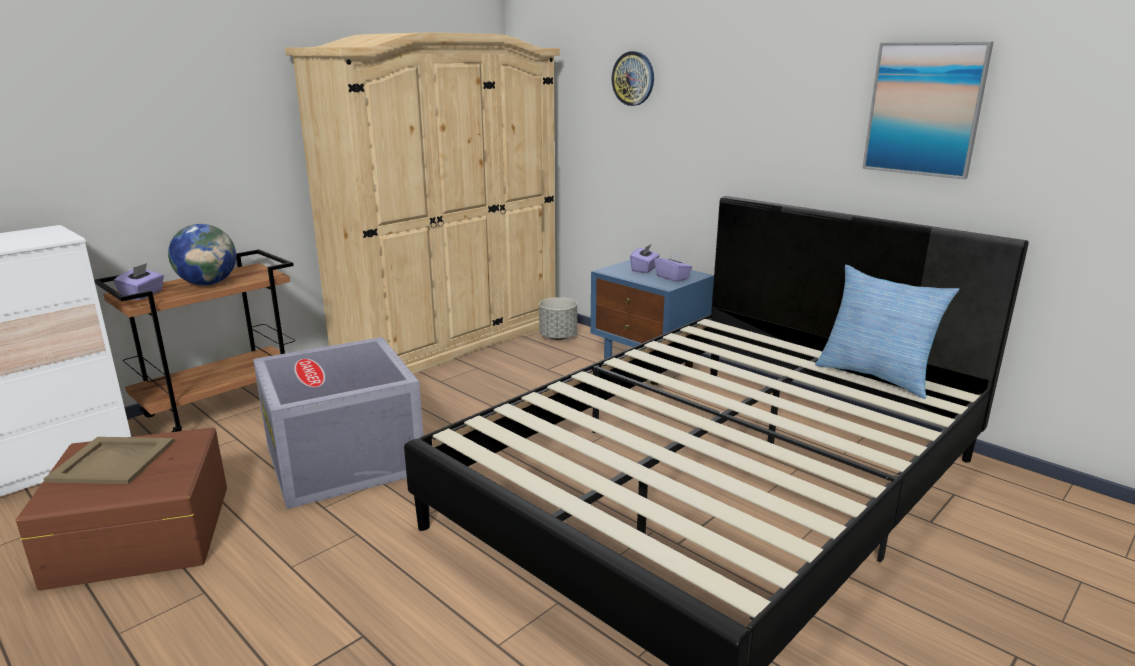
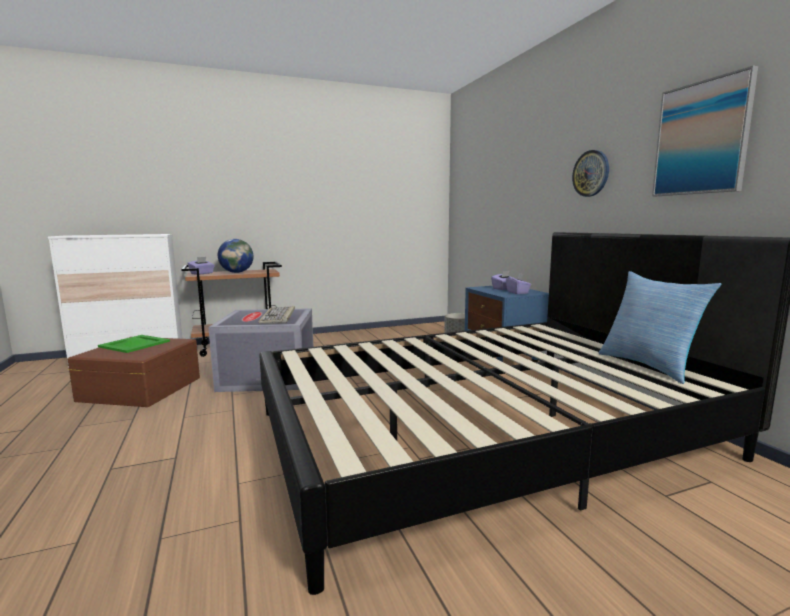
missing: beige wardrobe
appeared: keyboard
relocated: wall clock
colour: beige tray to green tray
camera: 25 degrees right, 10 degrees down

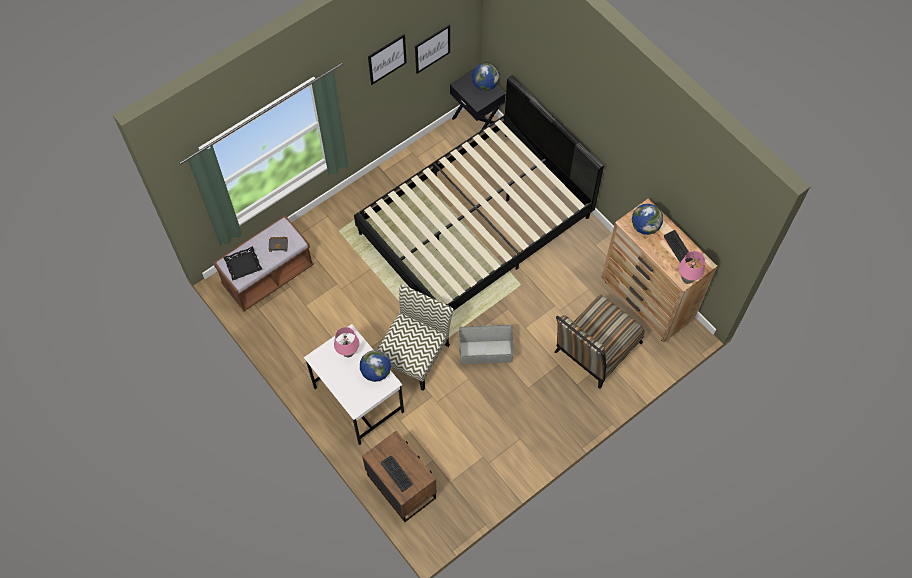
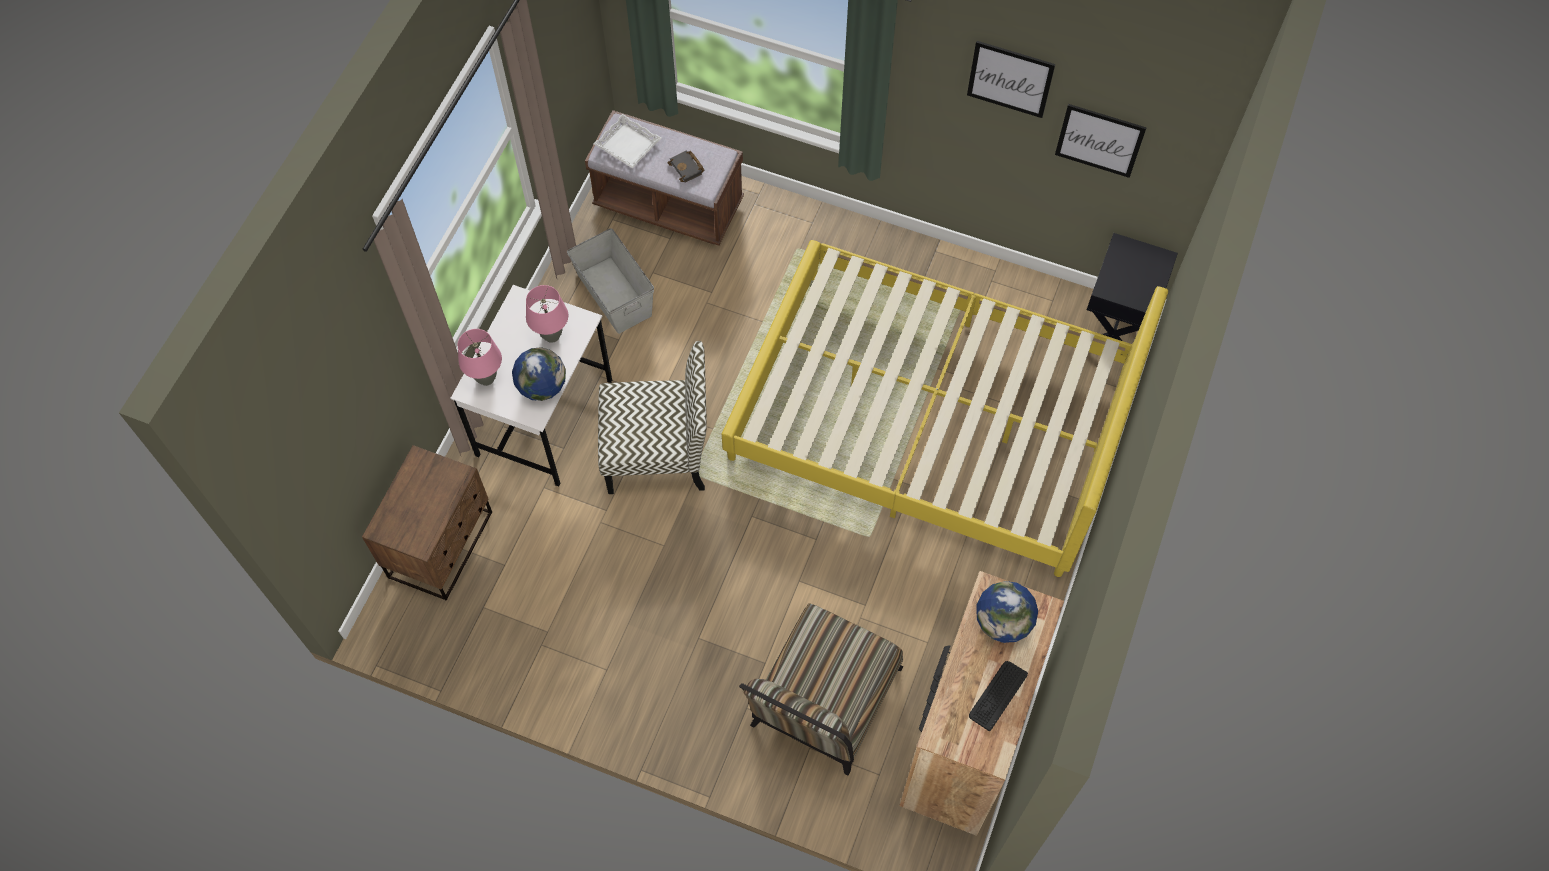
missing: keyboard (no. 1 from left); globe (no. 2 from left)
relocated: pink table lamp (no. 2 from left in the first image) to pink table lamp (no. 1 from left); grey storage box
colour: black tray to white tray; black bed to yellow bed
spun: chair (no. 2 from left) 75 degrees counterclockwise
camera: 60 degrees right, 0 degrees up

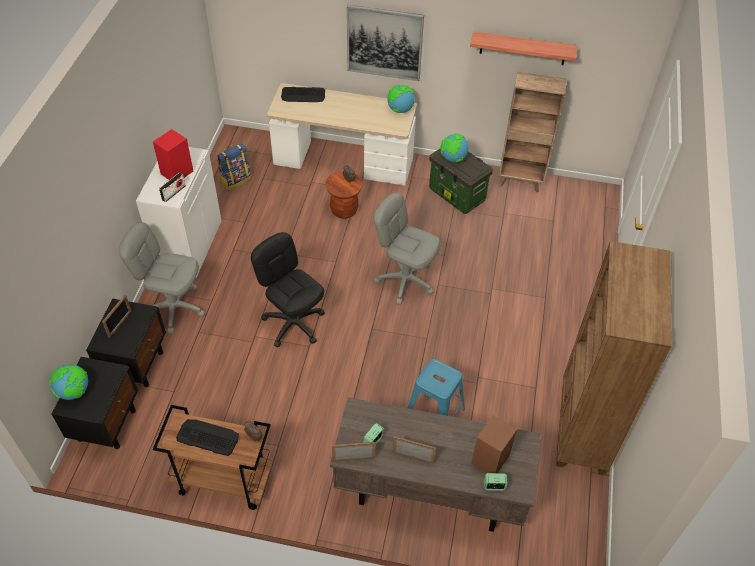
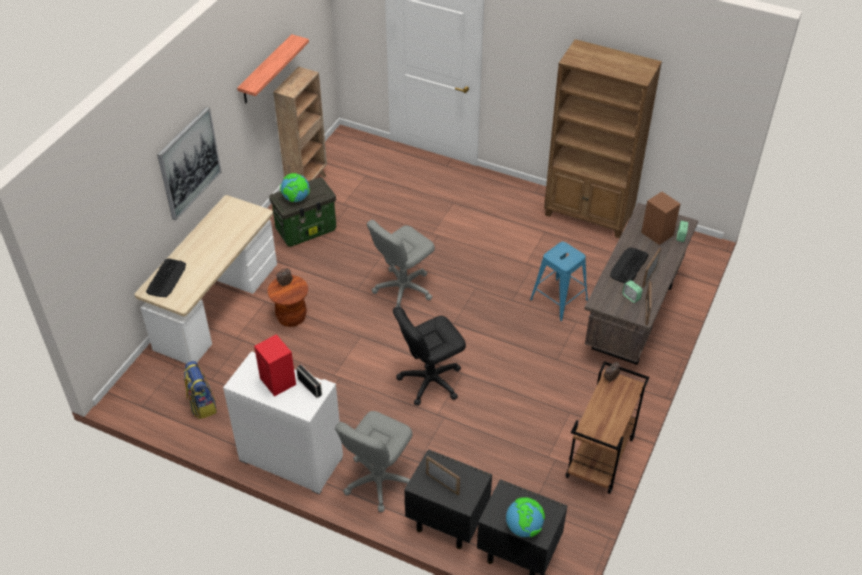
missing: globe (no. 2 from left)
relocated: keyboard (no. 1 from left in the first image) to keyboard (no. 2 from left)
camera: 75 degrees left, 5 degrees down

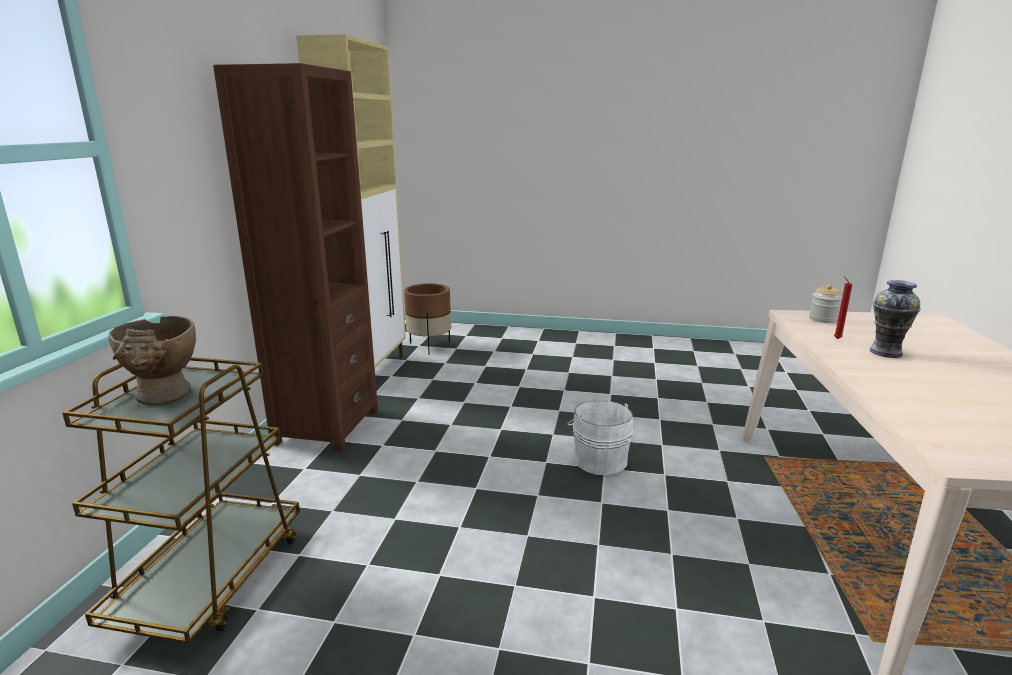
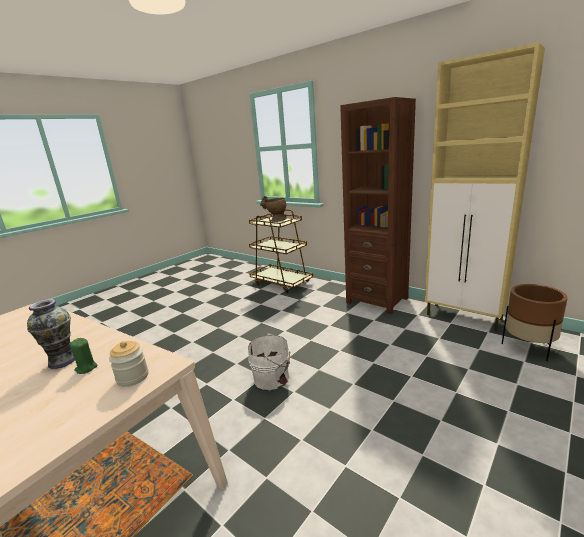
missing: red candle
appeared: green candle
camera: 120 degrees right, 0 degrees up

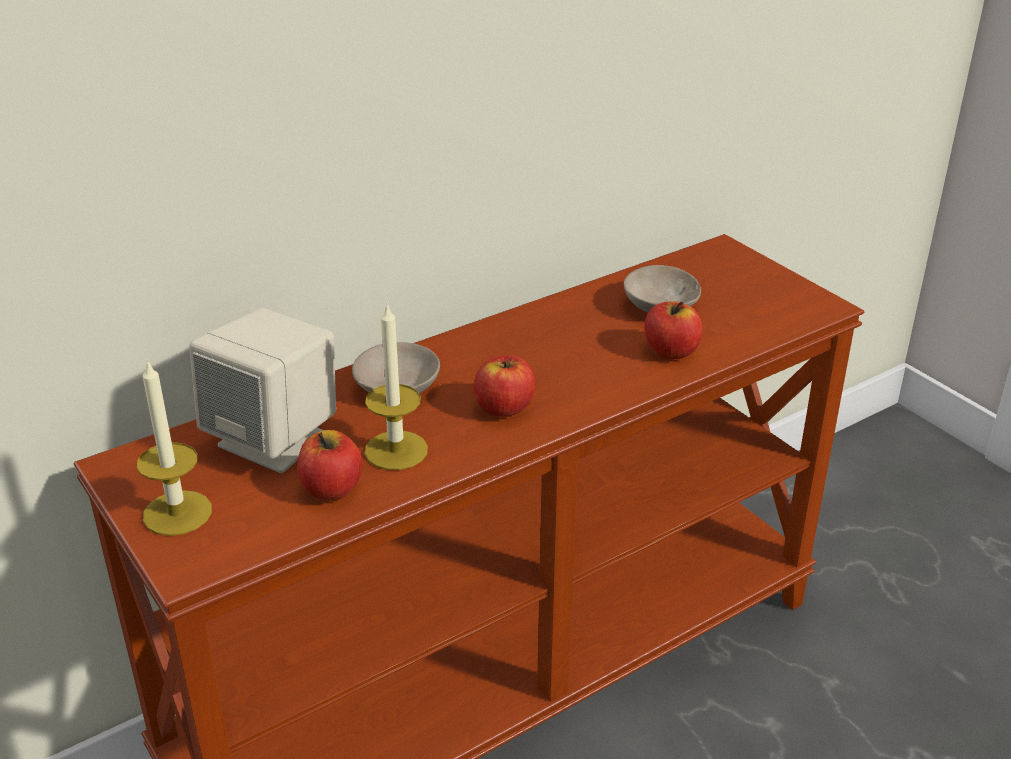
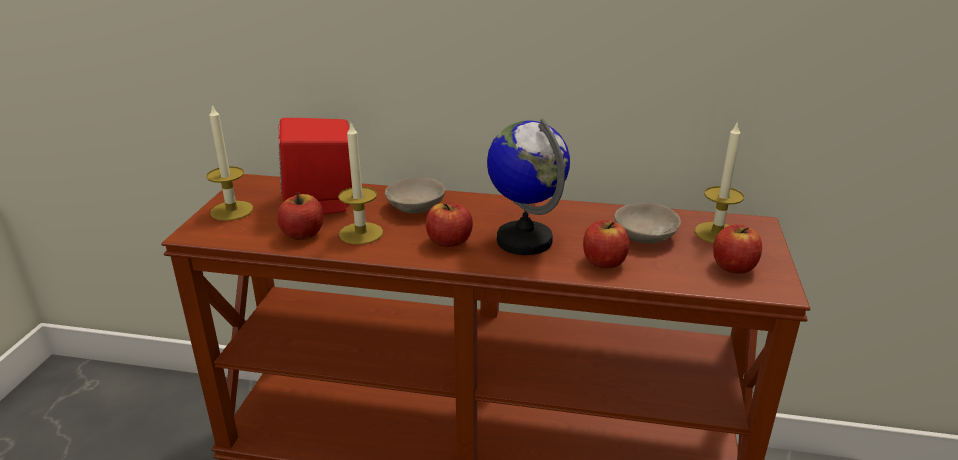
appeared: globe; candle (no. 3 from left); apple (no. 4 from left)
colour: beige speaker to red speaker
camera: 45 degrees right, 5 degrees down

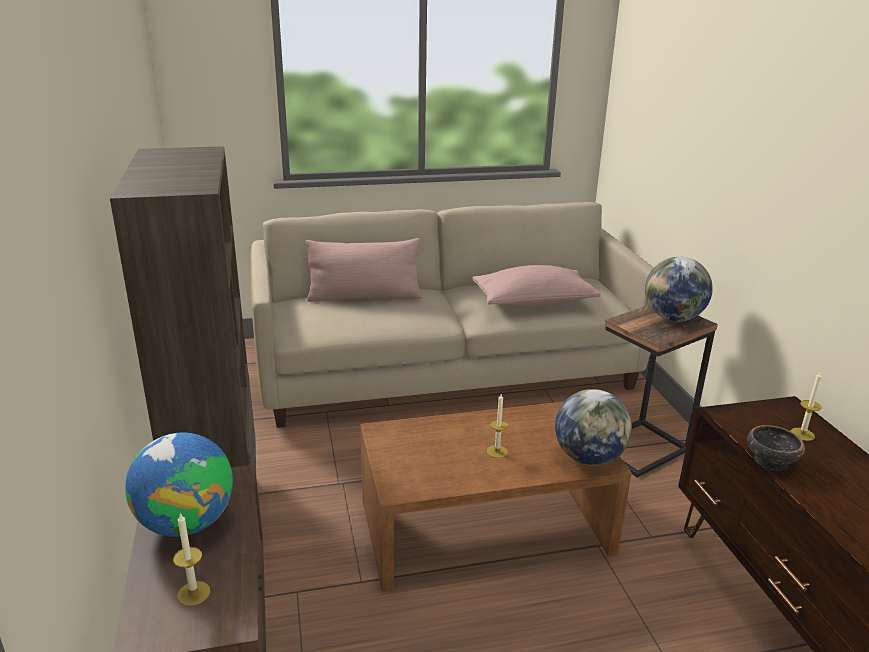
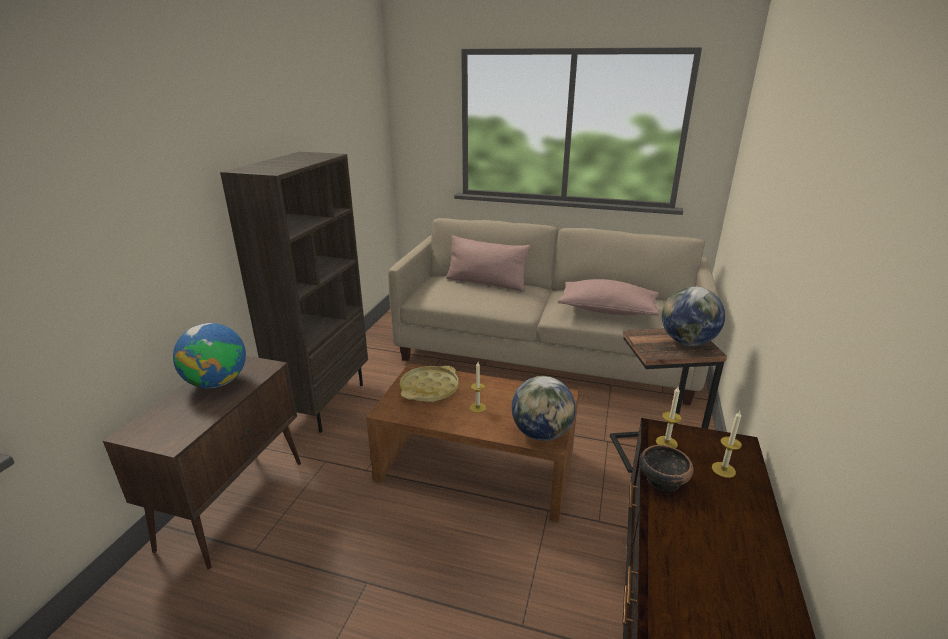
appeared: yellow tray
relocated: candle (no. 1 from left in the first image) to candle (no. 2 from left)
camera: 30 degrees right, 0 degrees up

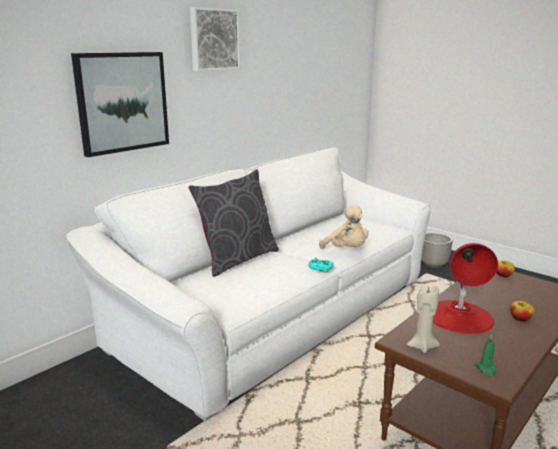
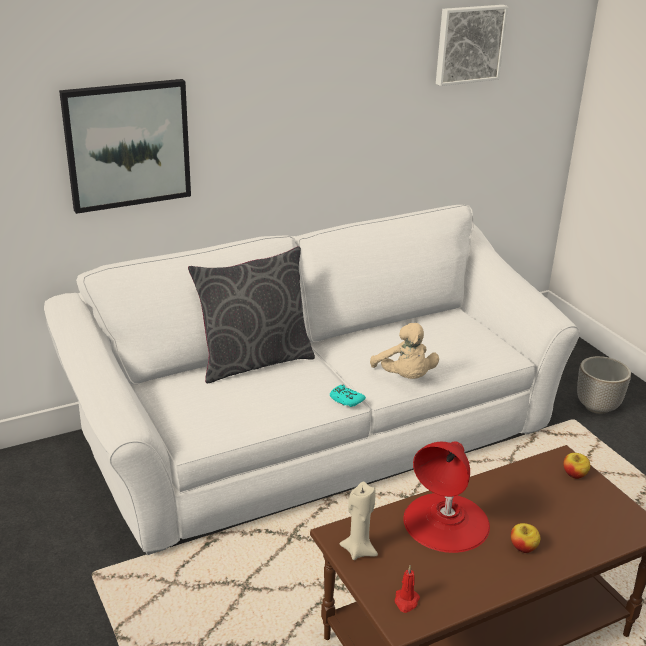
relocated: picture (no. 2 from left)
colour: green candle to red candle
camera: 20 degrees right, 10 degrees up

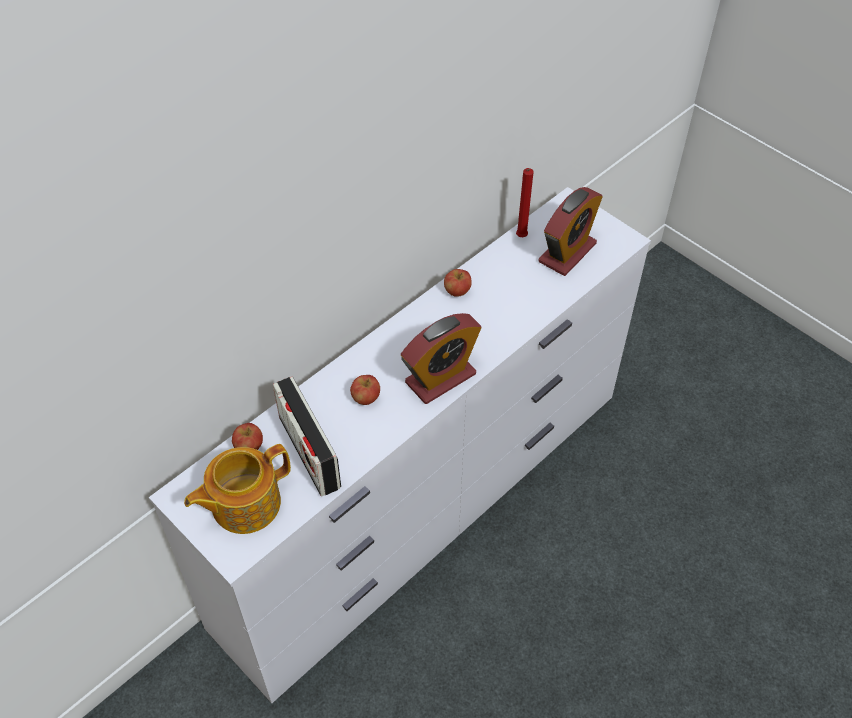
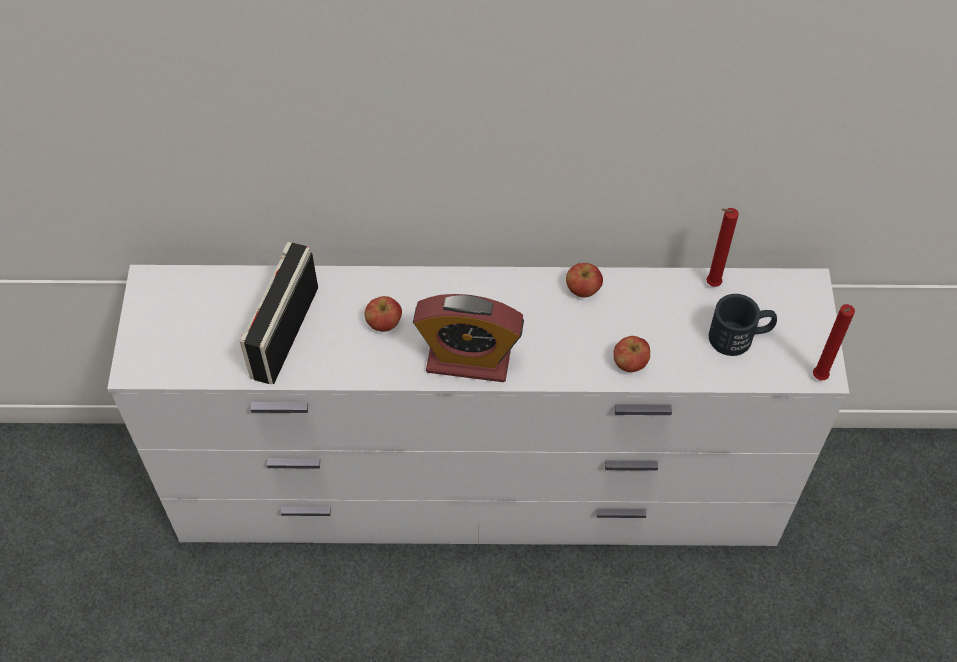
missing: teapot
appeared: red candle (no. 2 from left)
relocated: apple (no. 1 from left in the first image) to apple (no. 3 from left)
exchanged: alarm clock (no. 2 from left) to black mug
camera: 45 degrees right, 5 degrees up

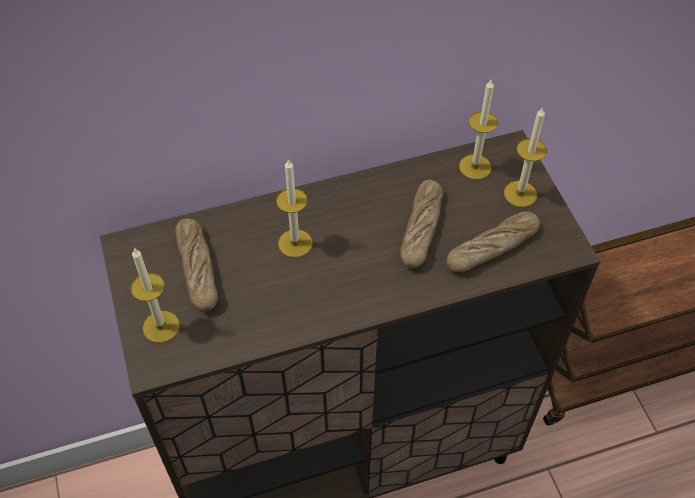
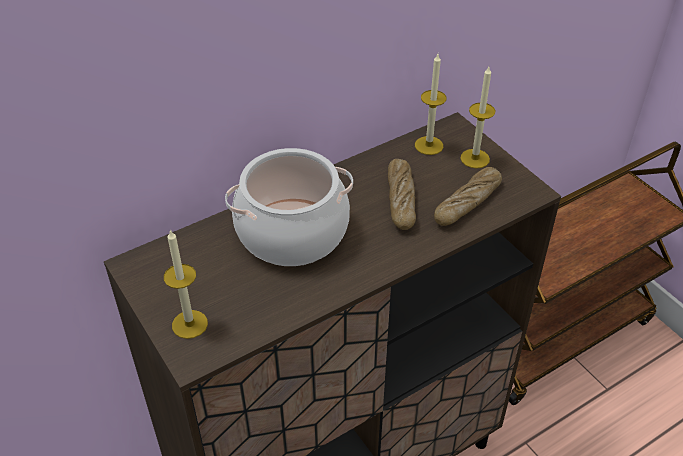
missing: bread (no. 1 from left)
exchanged: candle (no. 2 from left) to cooking pot
camera: 15 degrees left, 10 degrees down

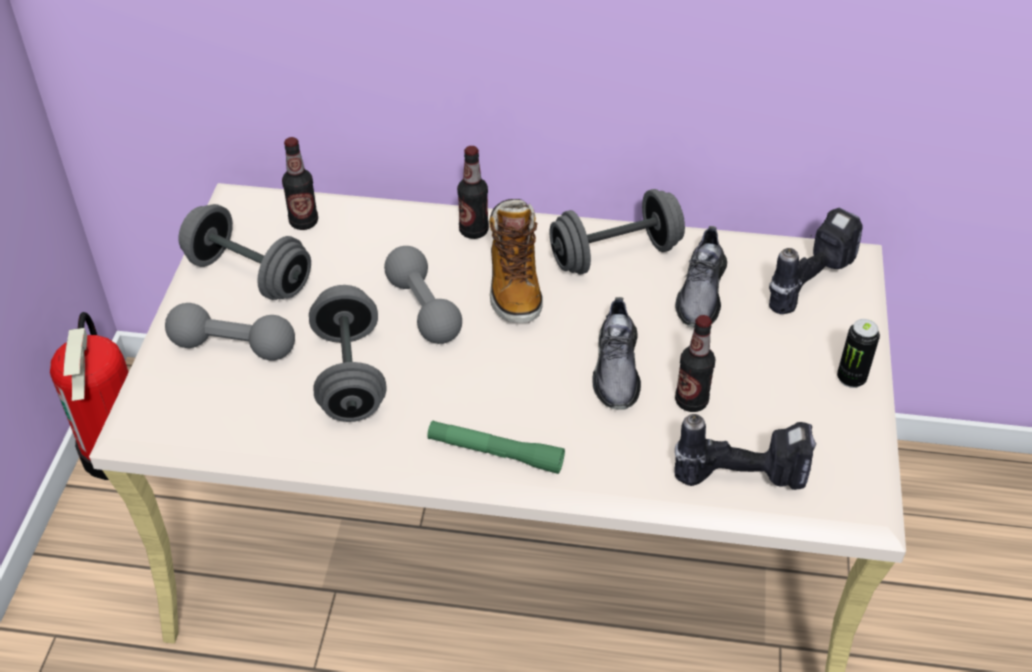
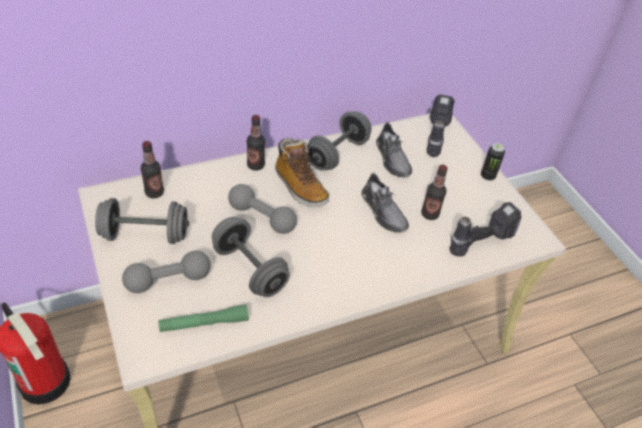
relocated: green flashlight
camera: 35 degrees left, 0 degrees up

